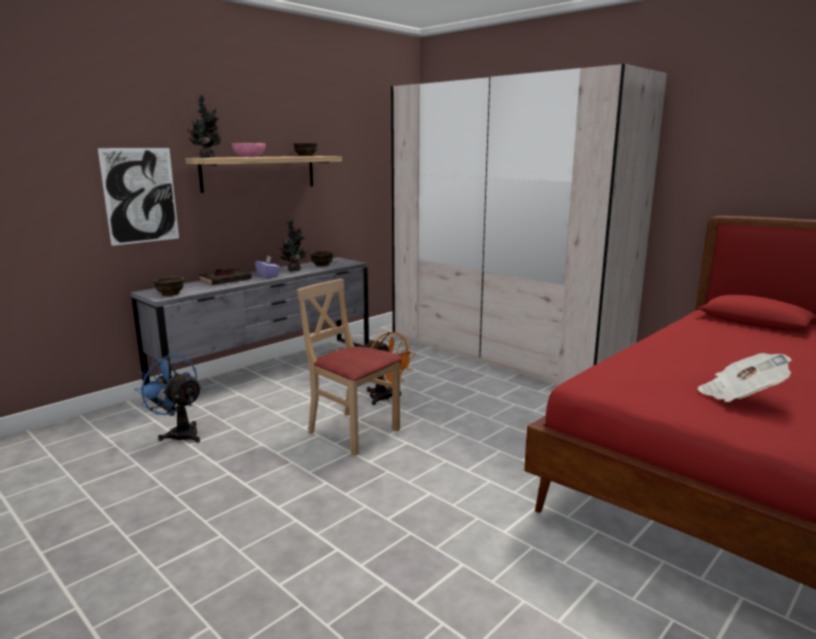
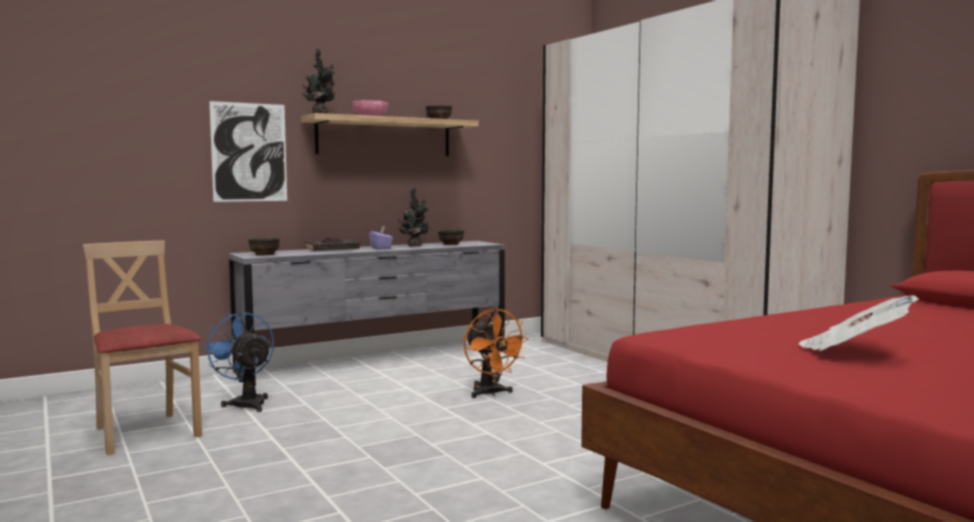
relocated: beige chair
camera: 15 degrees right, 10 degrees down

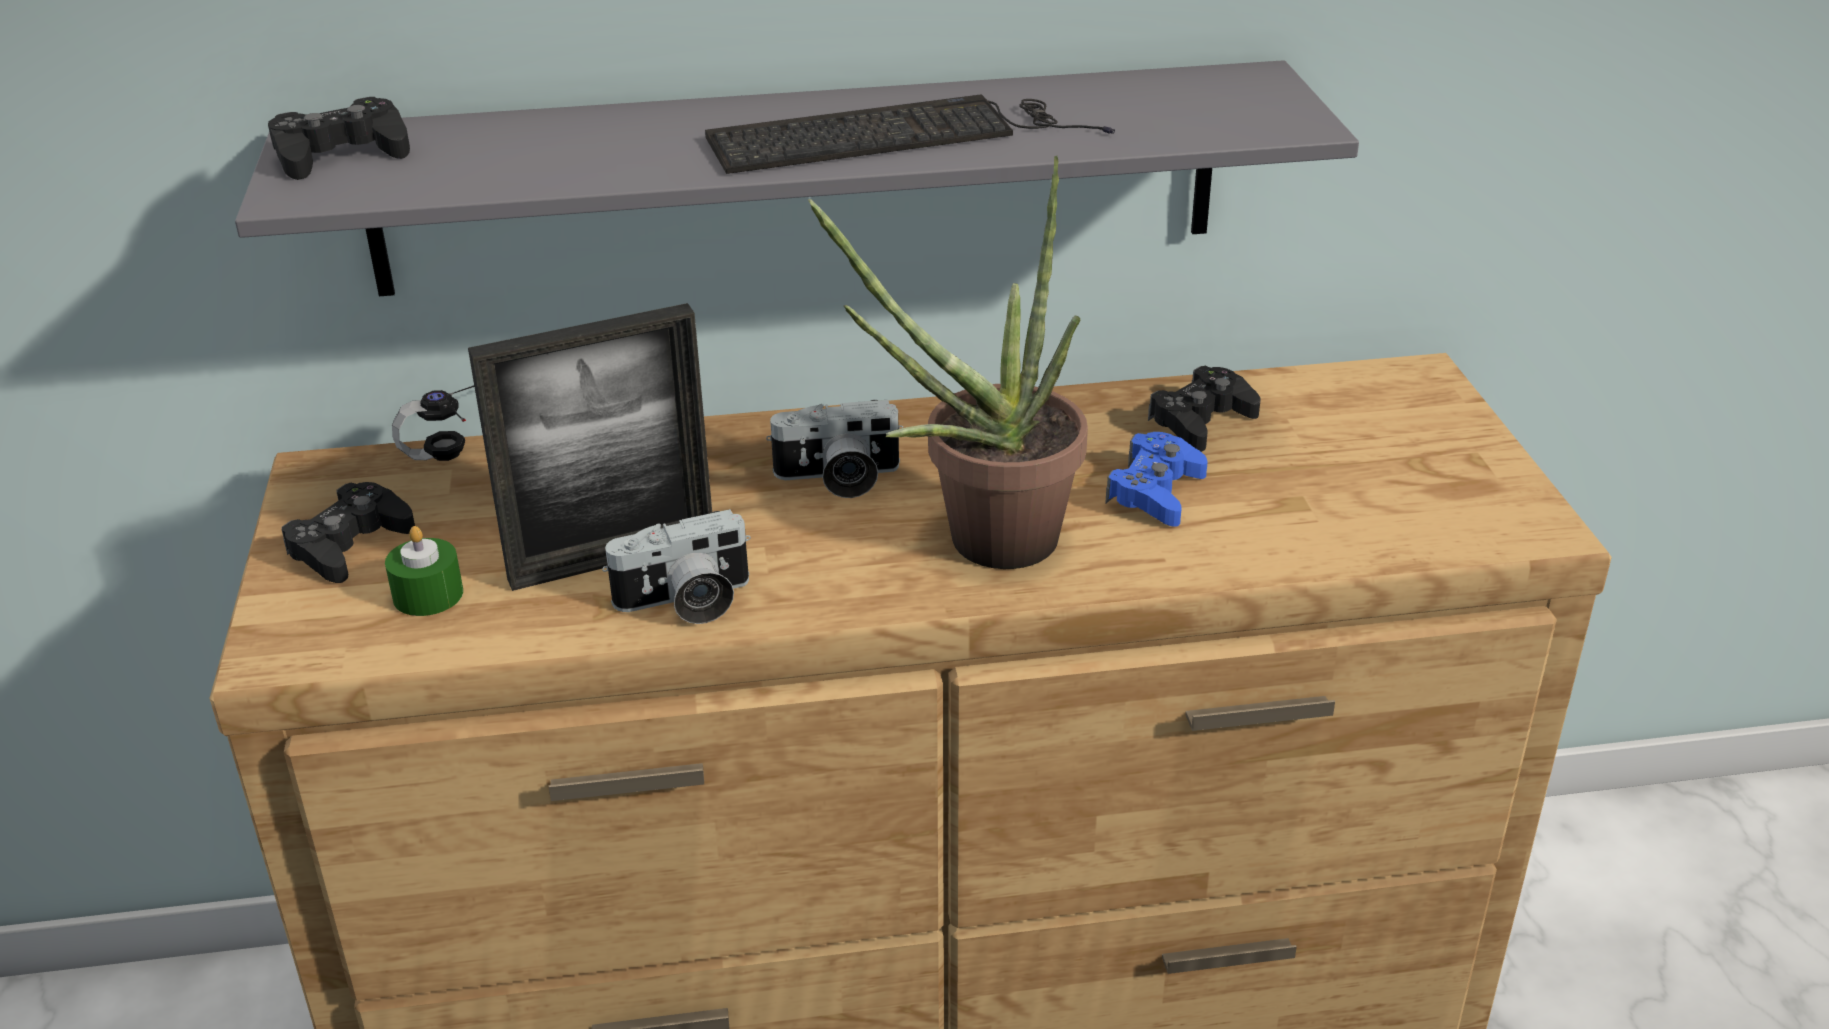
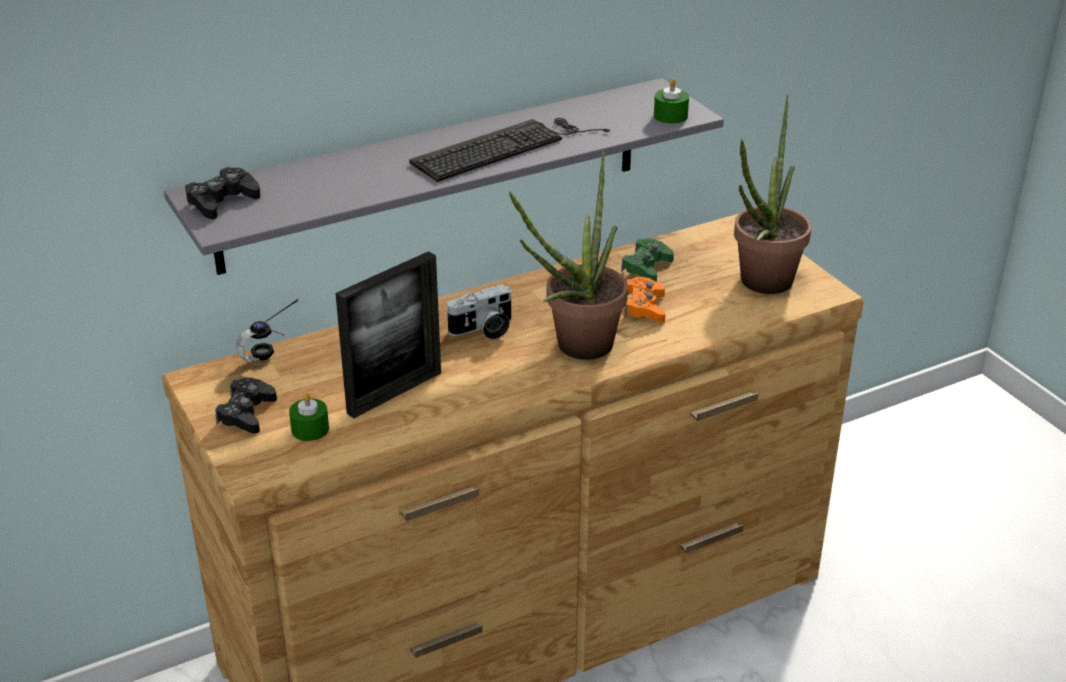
missing: photo camera (no. 1 from left)
appeared: green candle (no. 2 from left); potted plant (no. 2 from left)
colour: black game controller (no. 3 from left) to green game controller; blue game controller to orange game controller
camera: 20 degrees left, 0 degrees up

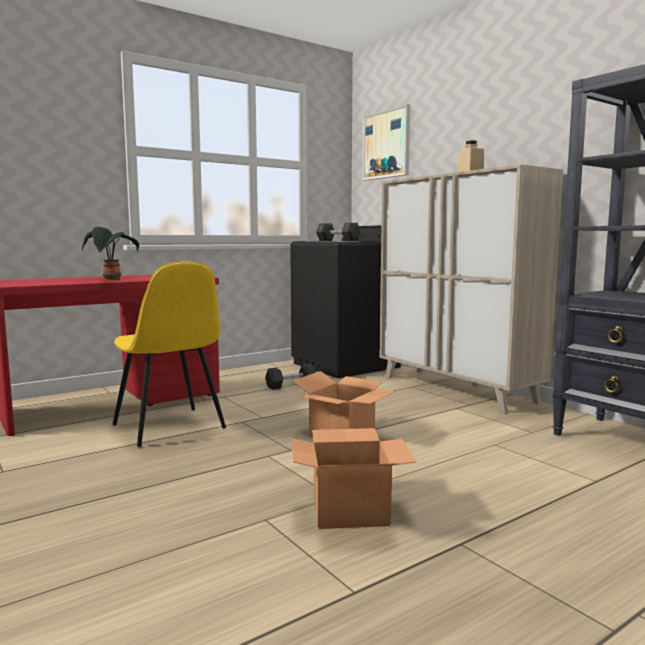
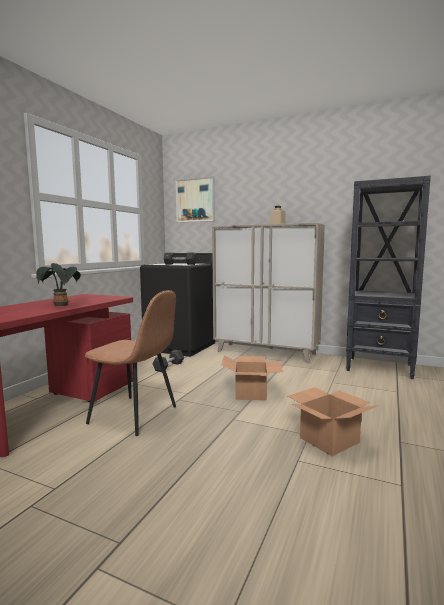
colour: yellow chair to brown chair
camera: 30 degrees left, 0 degrees up

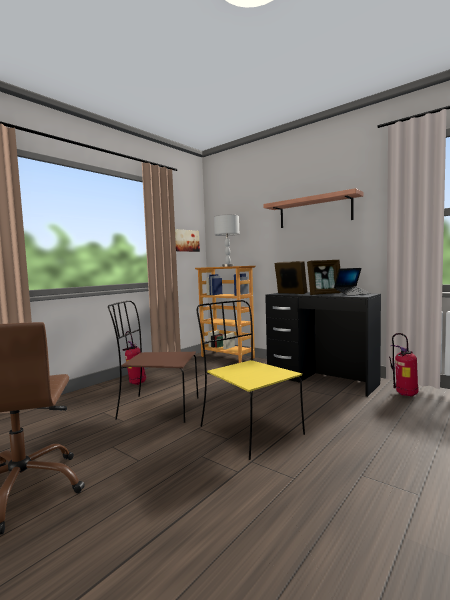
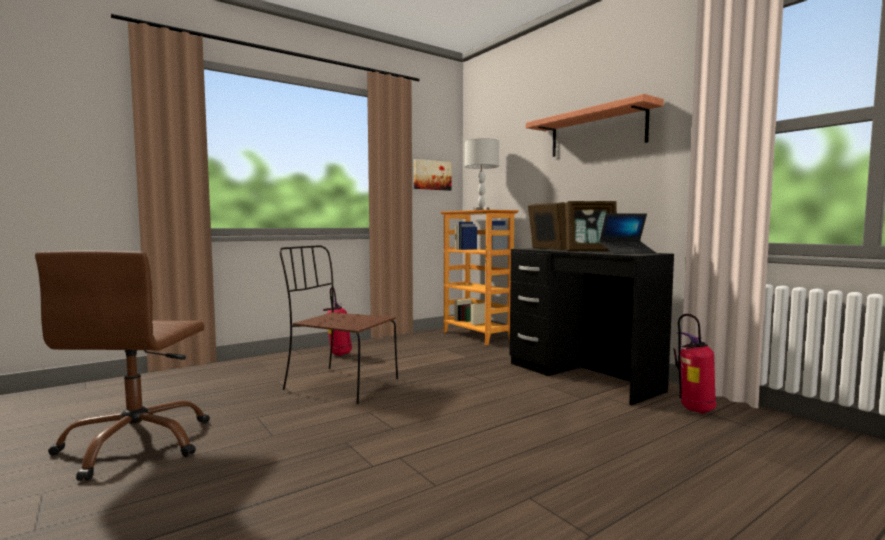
missing: yellow chair
camera: 15 degrees right, 0 degrees up

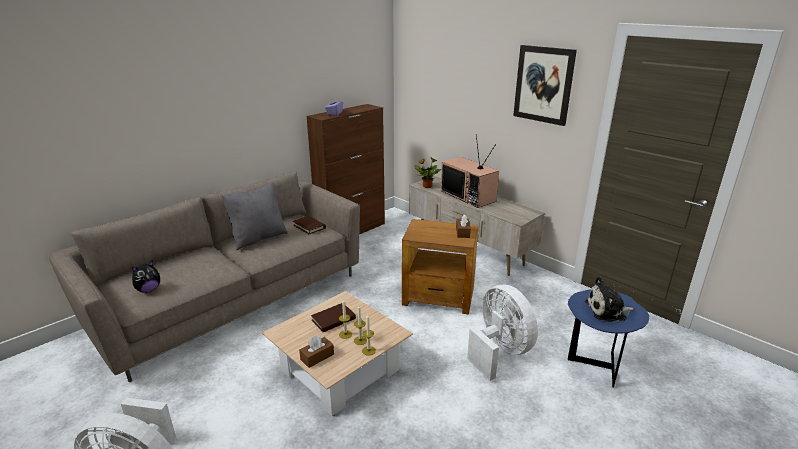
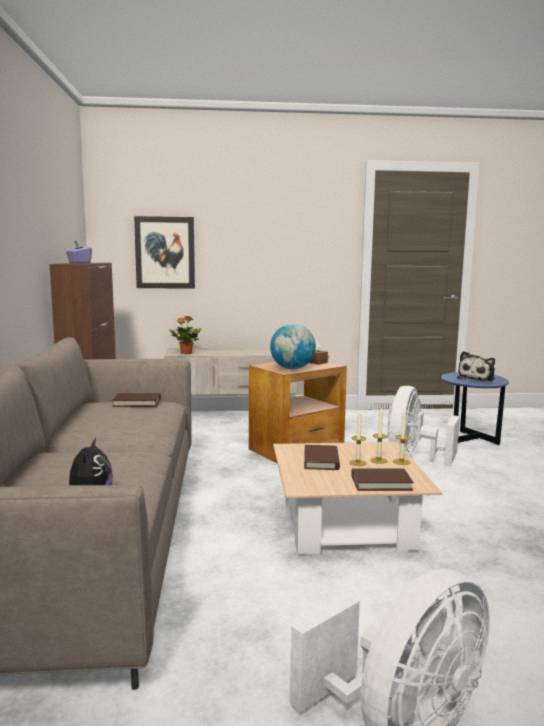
missing: grey pillow; television
appeared: globe
relocated: picture
exchanged: brown tissue box (no. 1 from left) to brown book (no. 3 from left)
spun: white fan (no. 2 from left) 75 degrees counterclockwise
camera: 50 degrees left, 15 degrees down

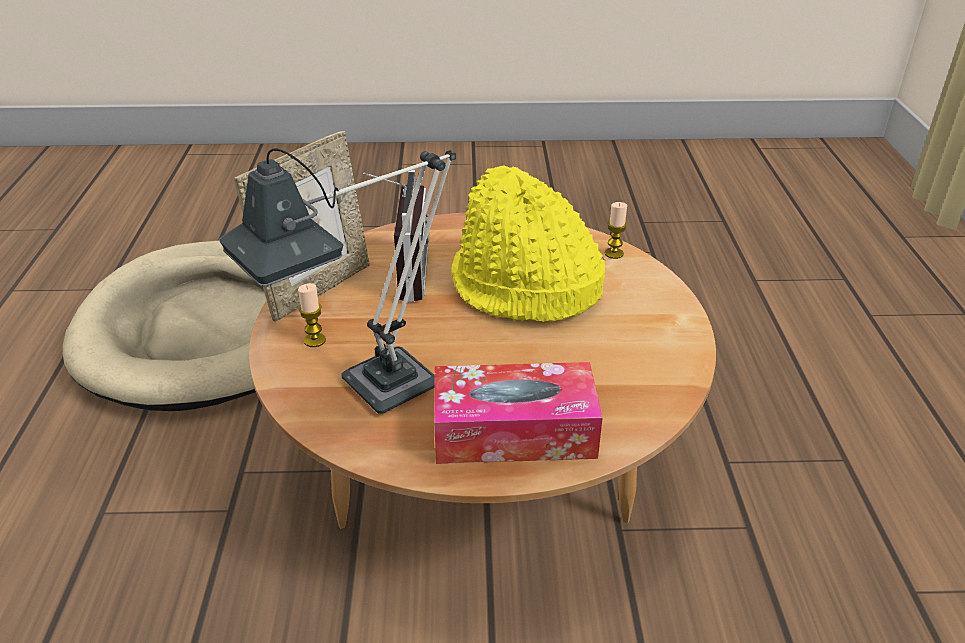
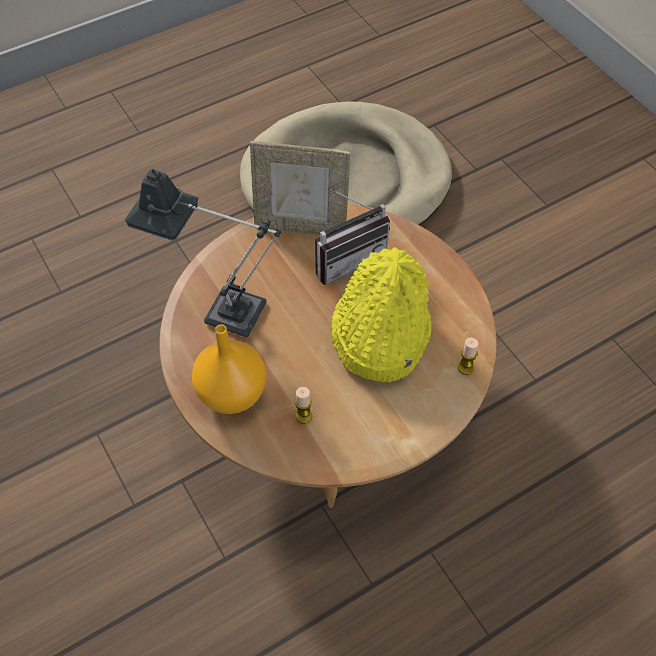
relocated: candle (no. 1 from left)
exchanged: tissue box to orange vase
camera: 60 degrees right, 20 degrees up

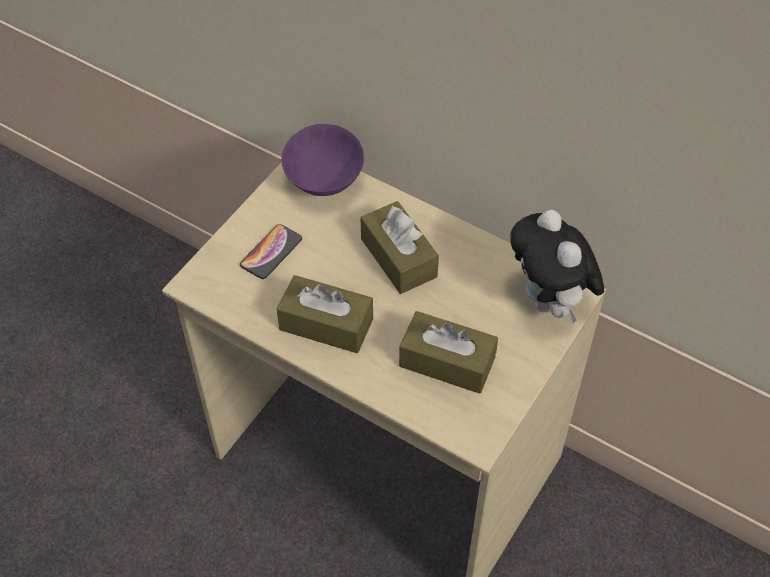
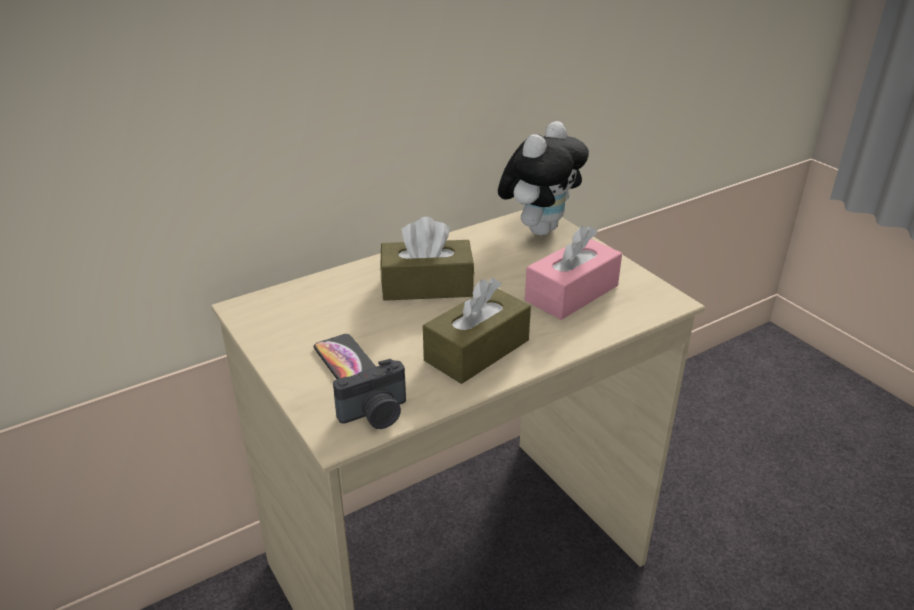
missing: purple bowl
appeared: photo camera
colour: brown tissue box (no. 3 from left) to pink tissue box
spun: plush toy 60 degrees counterclockwise
camera: 65 degrees left, 20 degrees down

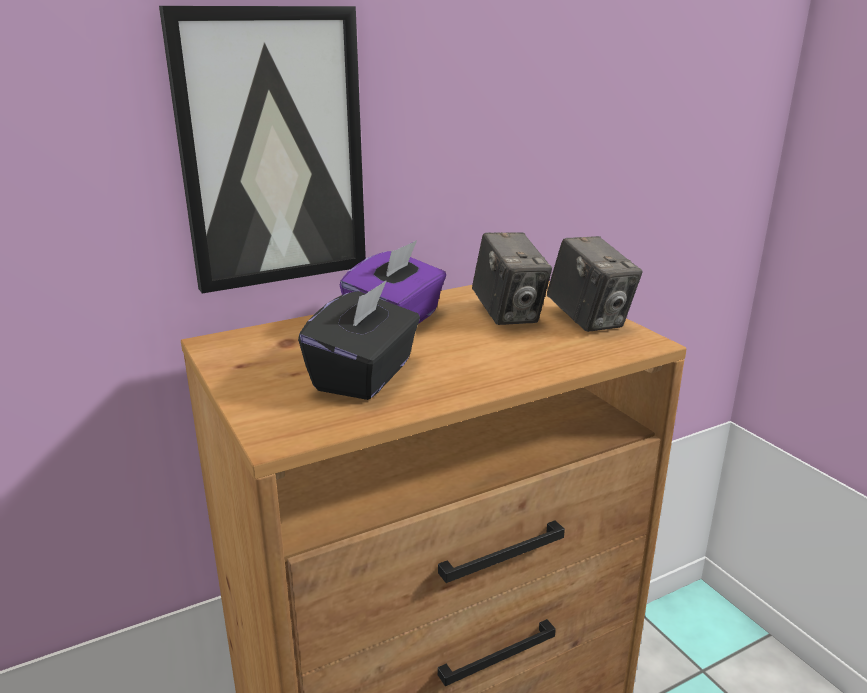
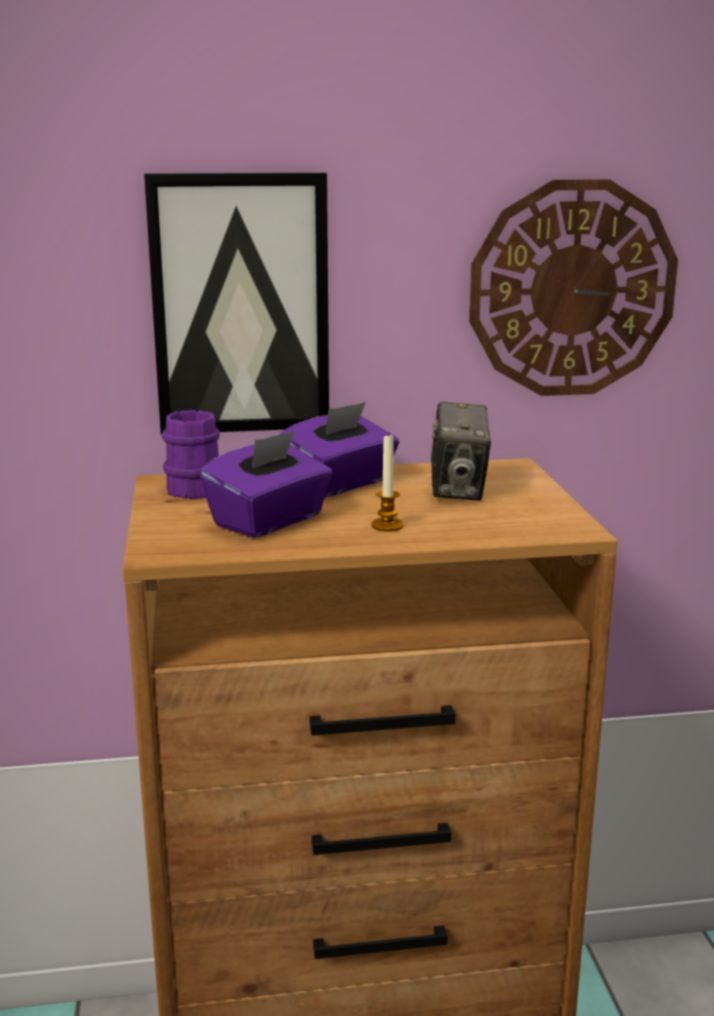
missing: photo camera (no. 2 from left)
appeared: purple mug; candle; wall clock
colour: black tissue box to purple tissue box (no. 1 from left)
camera: 20 degrees right, 5 degrees down

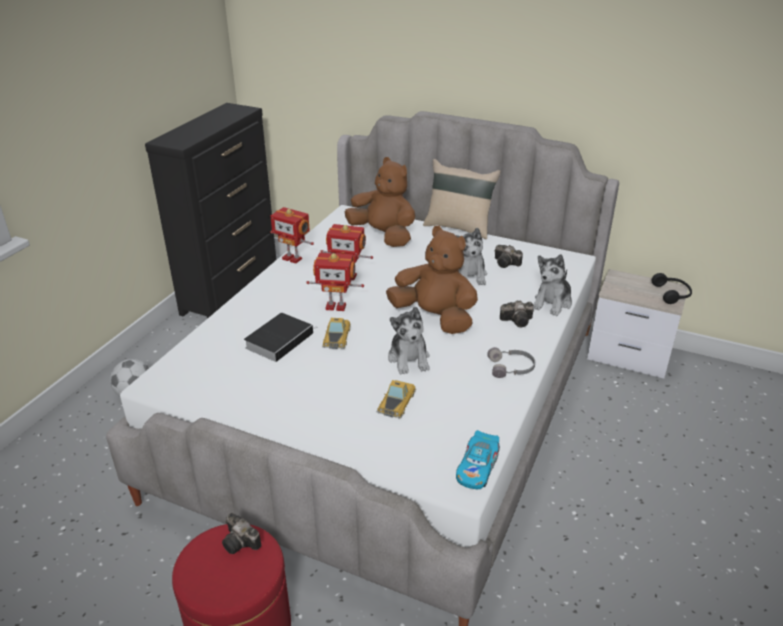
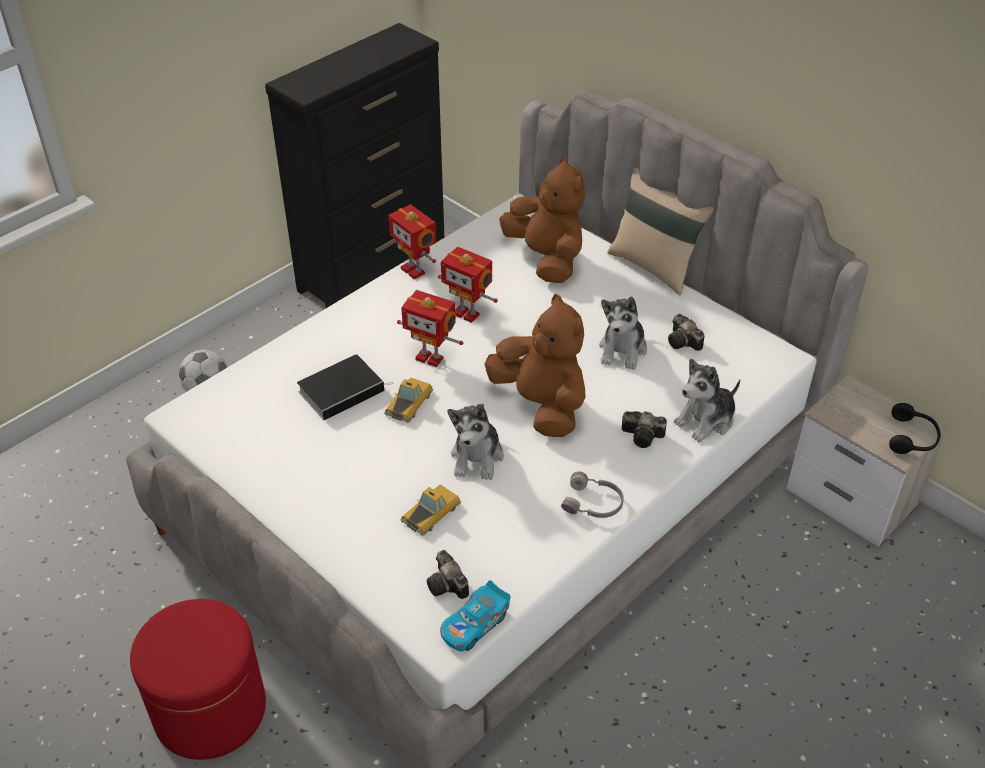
relocated: photo camera (no. 1 from left)
camera: 20 degrees right, 10 degrees up

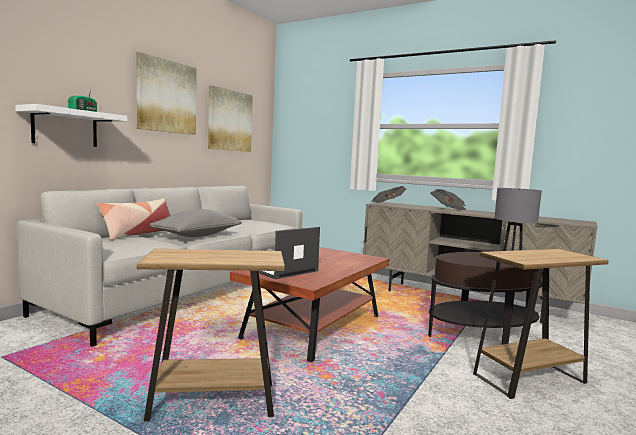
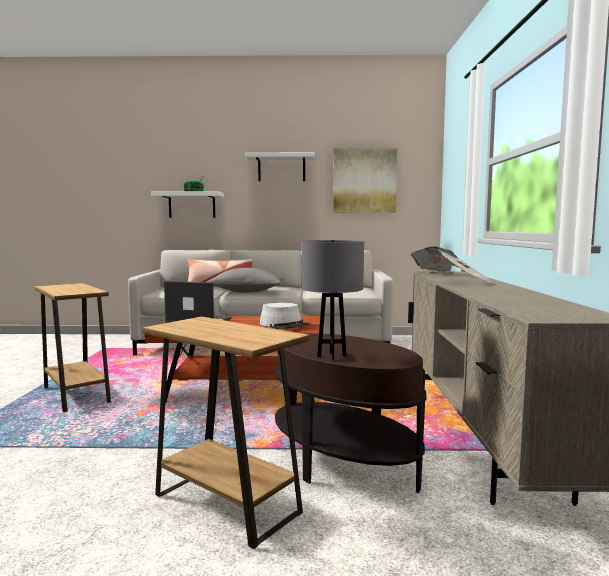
appeared: grey hat
exchanged: picture (no. 1 from left) to white shelf (no. 2 from left)
camera: 60 degrees right, 0 degrees up

